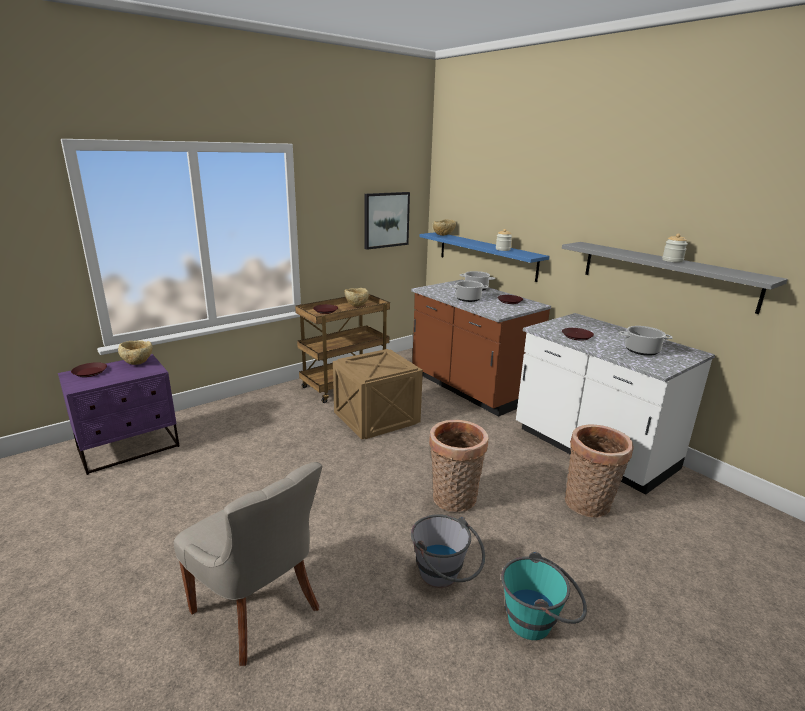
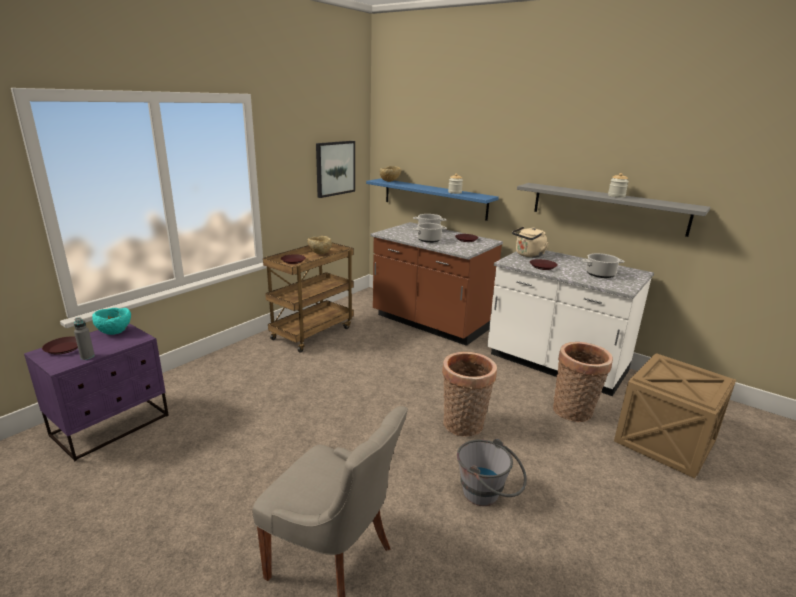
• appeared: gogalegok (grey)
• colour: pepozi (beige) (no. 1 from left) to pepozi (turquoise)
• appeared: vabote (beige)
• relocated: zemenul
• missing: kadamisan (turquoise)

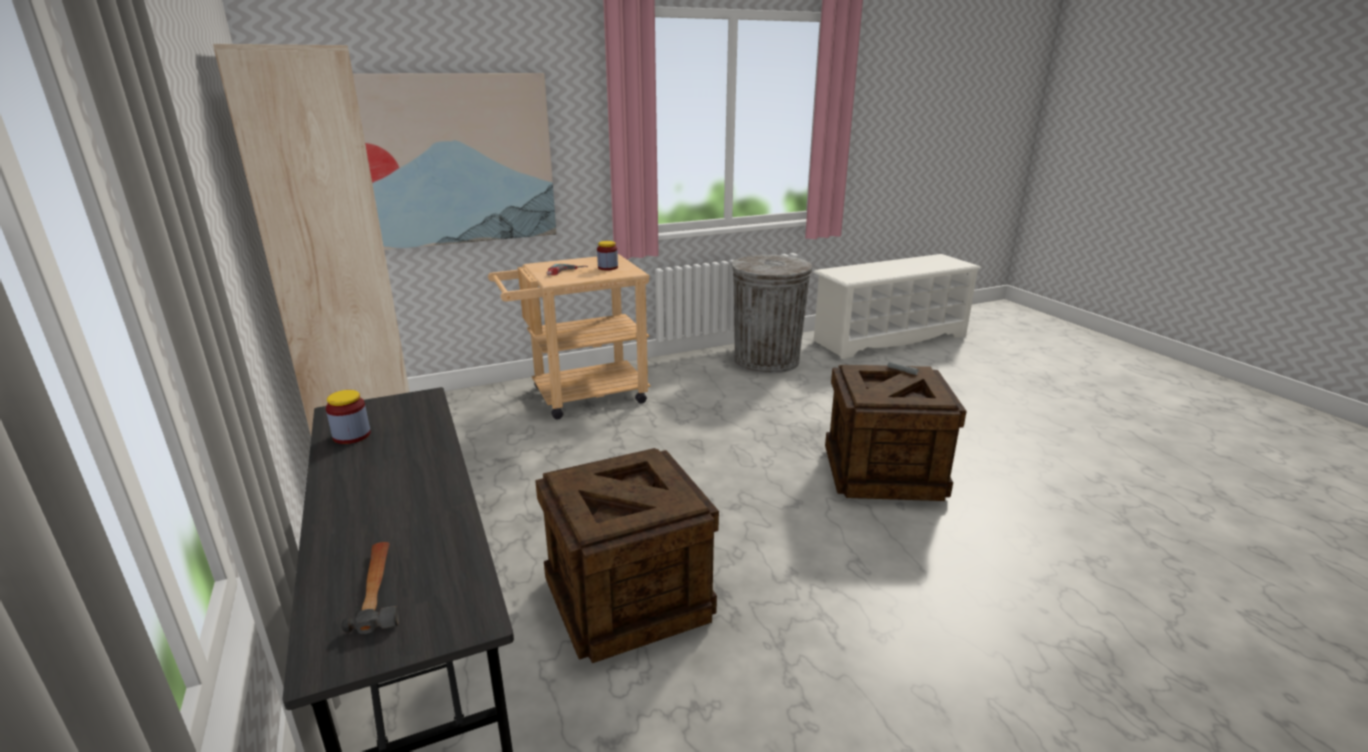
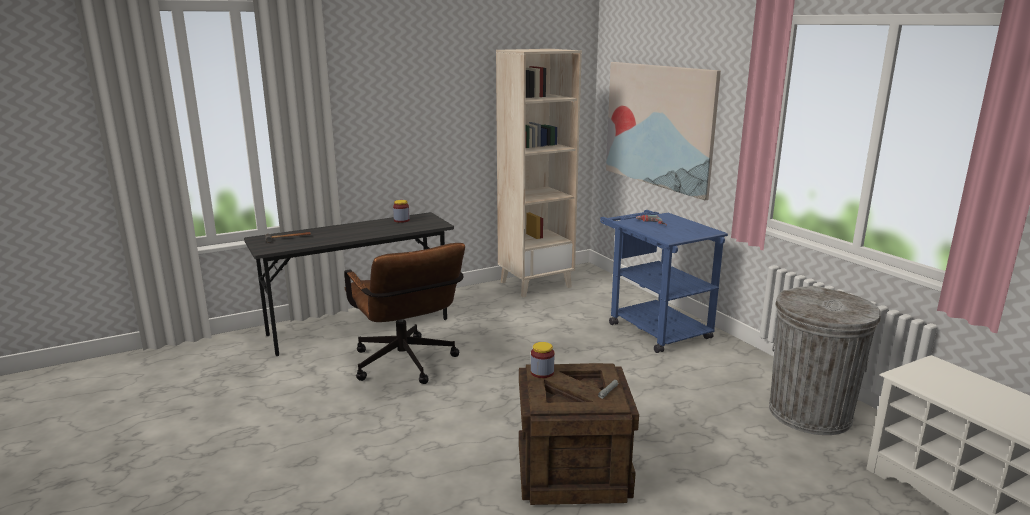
• exchanged: zemenul (no. 1 from left) to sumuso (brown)
• relocated: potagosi (no. 2 from left)
• colour: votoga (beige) to votoga (blue)

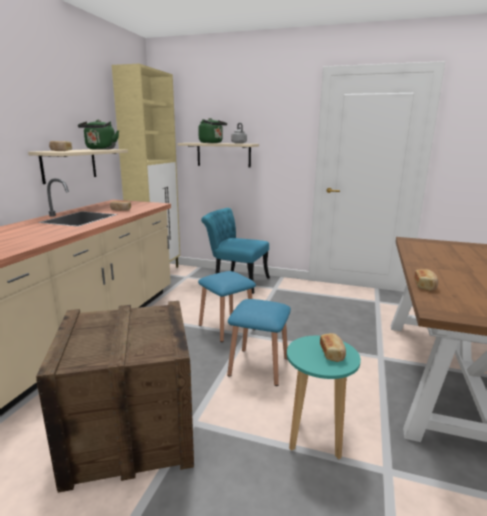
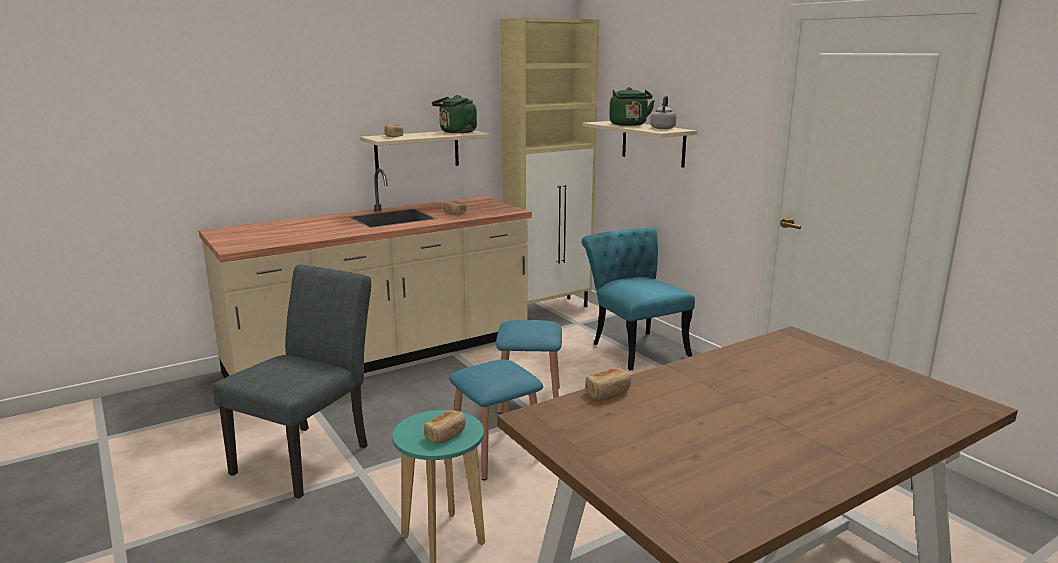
• exchanged: zemenul to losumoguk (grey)

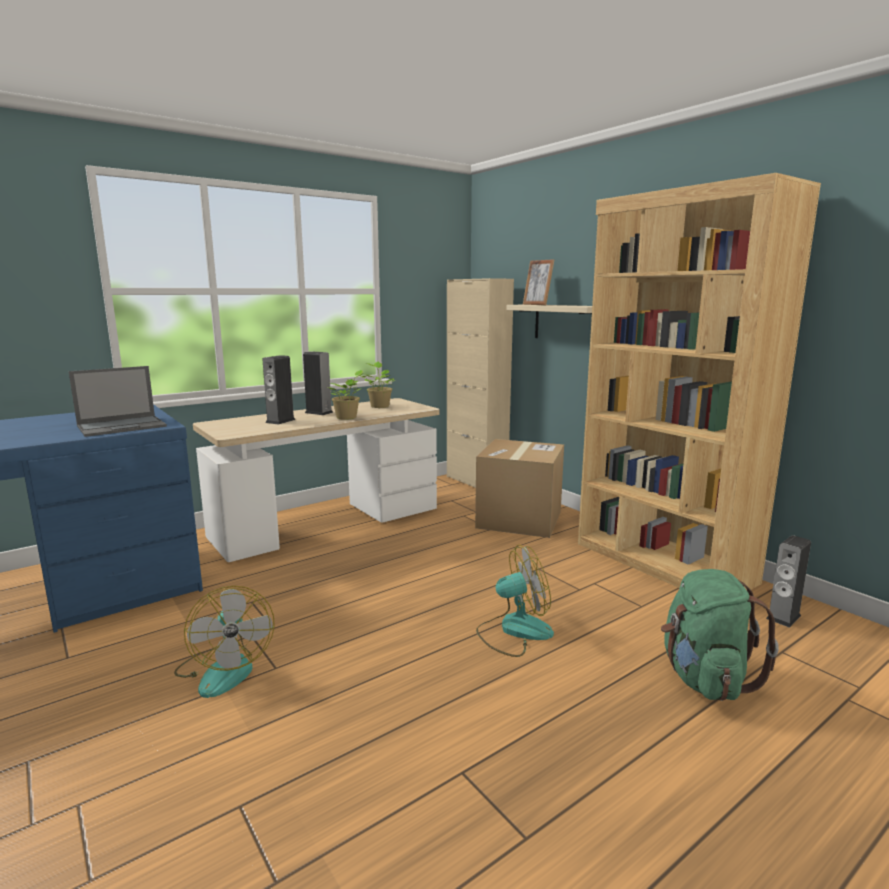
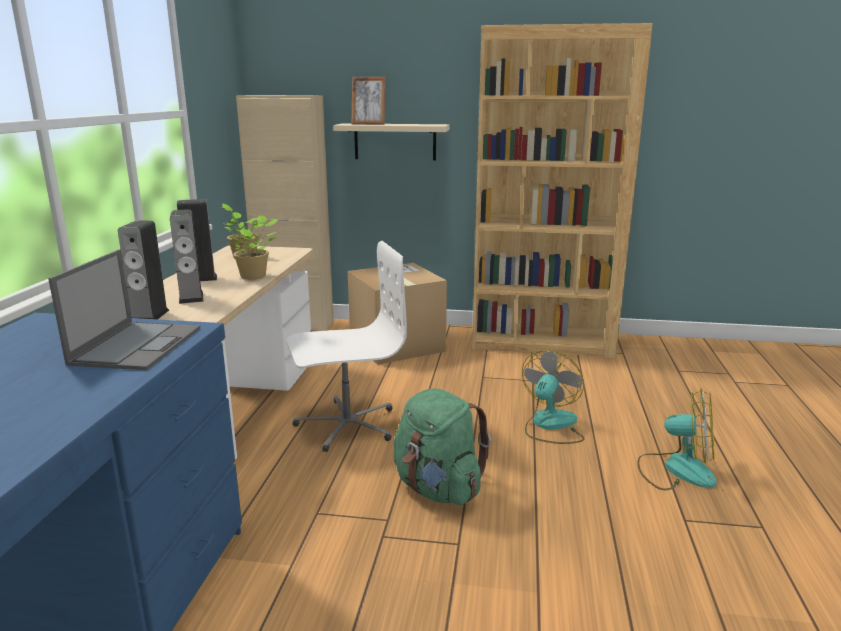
• relocated: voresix (no. 3 from left in the first image) to voresix (no. 1 from left)
• appeared: sumuso (white)
• relocated: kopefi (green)
• relocated: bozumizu (no. 1 from left in the first image) to bozumizu (no. 2 from left)

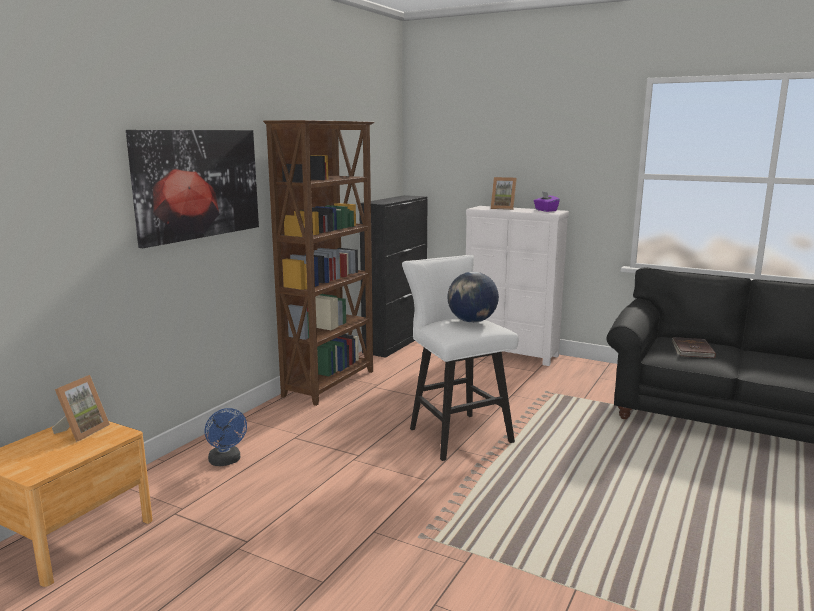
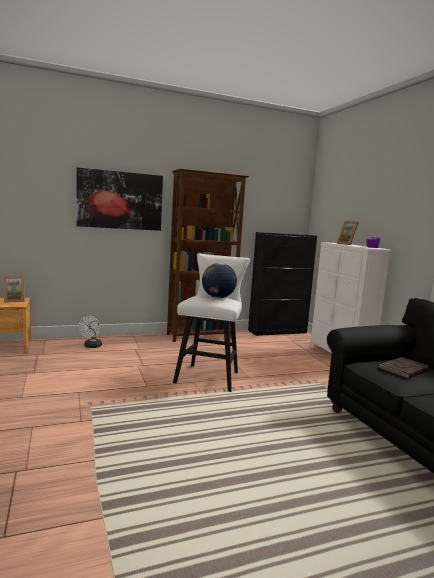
• colour: bozumizu (blue) to bozumizu (white)

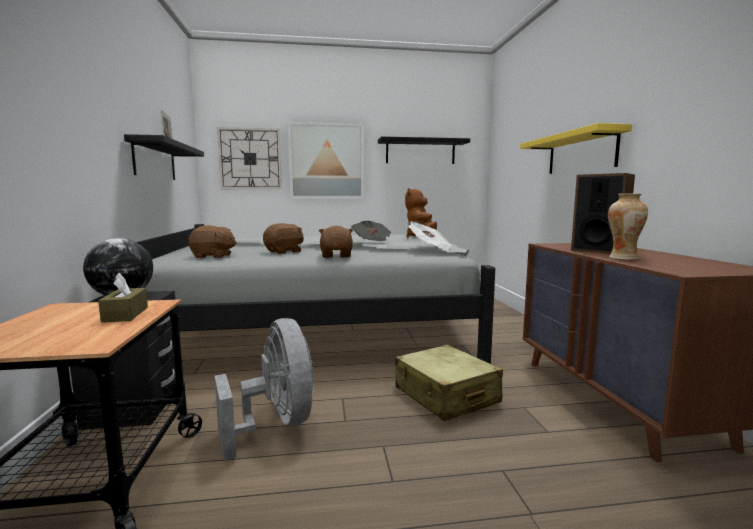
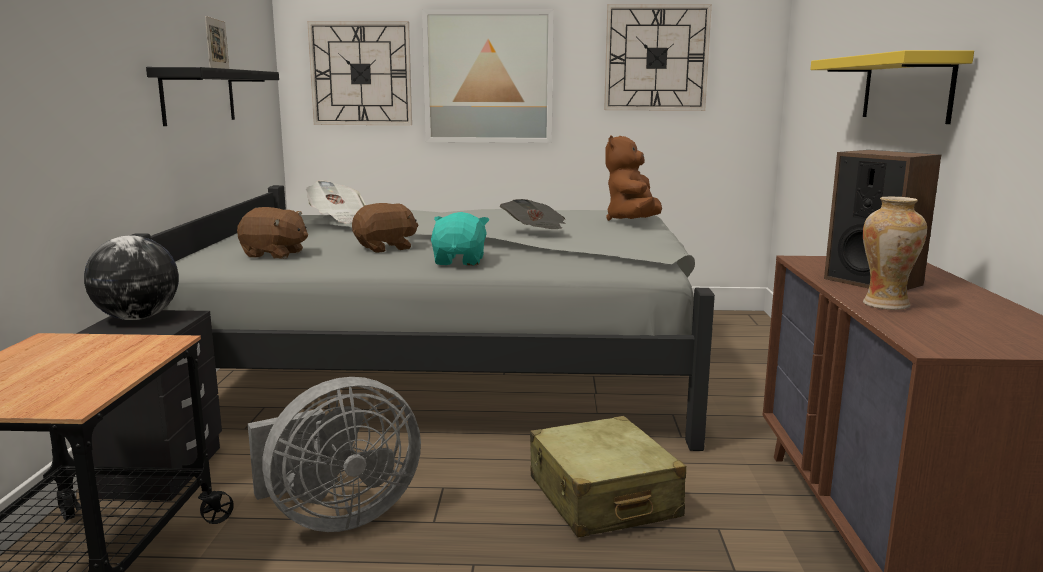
• spun: bozumizu (grey) 75 degrees clockwise
• relocated: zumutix (no. 2 from left in the first image) to zumutix (no. 1 from left)
• colour: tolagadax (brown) (no. 3 from left) to tolagadax (turquoise)
• exchanged: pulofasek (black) (no. 2 from left) to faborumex (no. 2 from left)
• missing: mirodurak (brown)

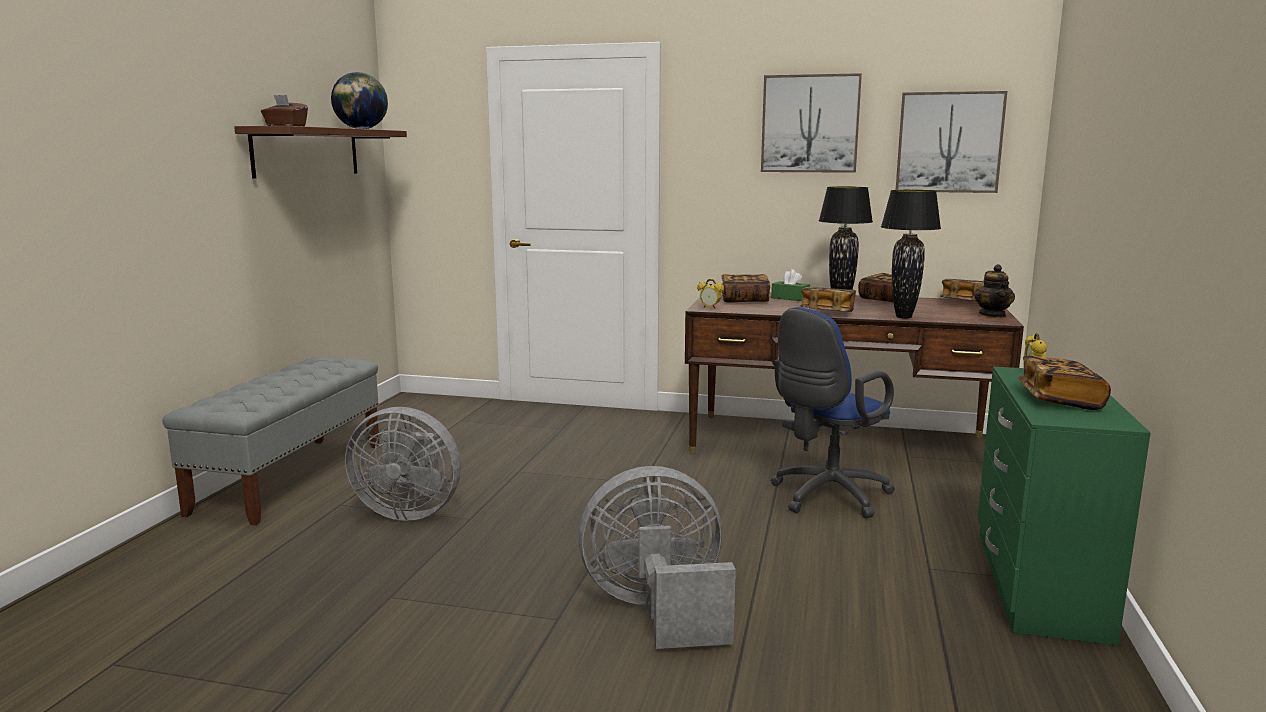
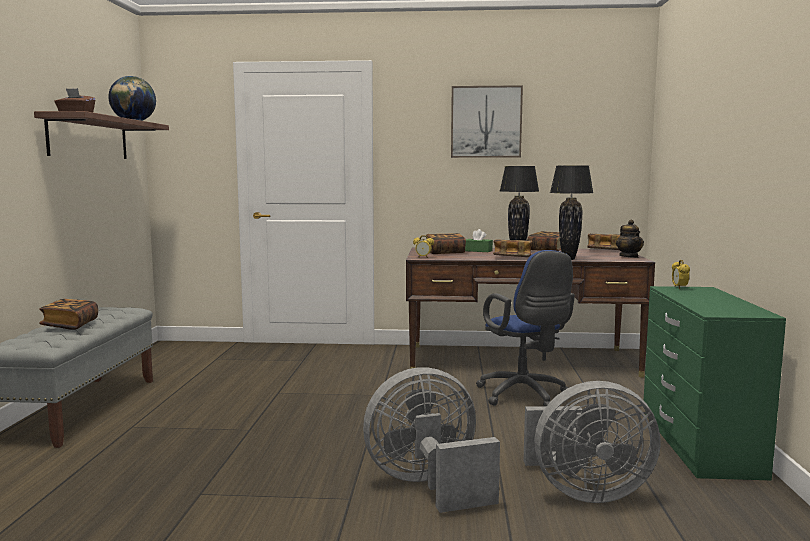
• relocated: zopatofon (no. 5 from left in the first image) to zopatofon (no. 1 from left)
• spun: sumuso (blue) 60 degrees counterclockwise
• relocated: bozumizu (grey) (no. 1 from left in the first image) to bozumizu (grey) (no. 2 from left)
• missing: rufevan (no. 2 from left)

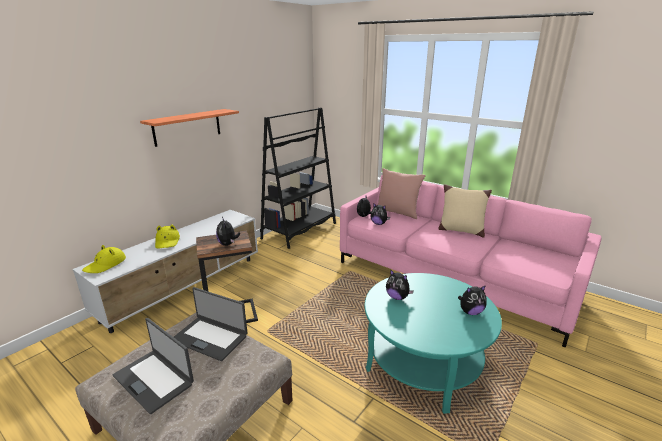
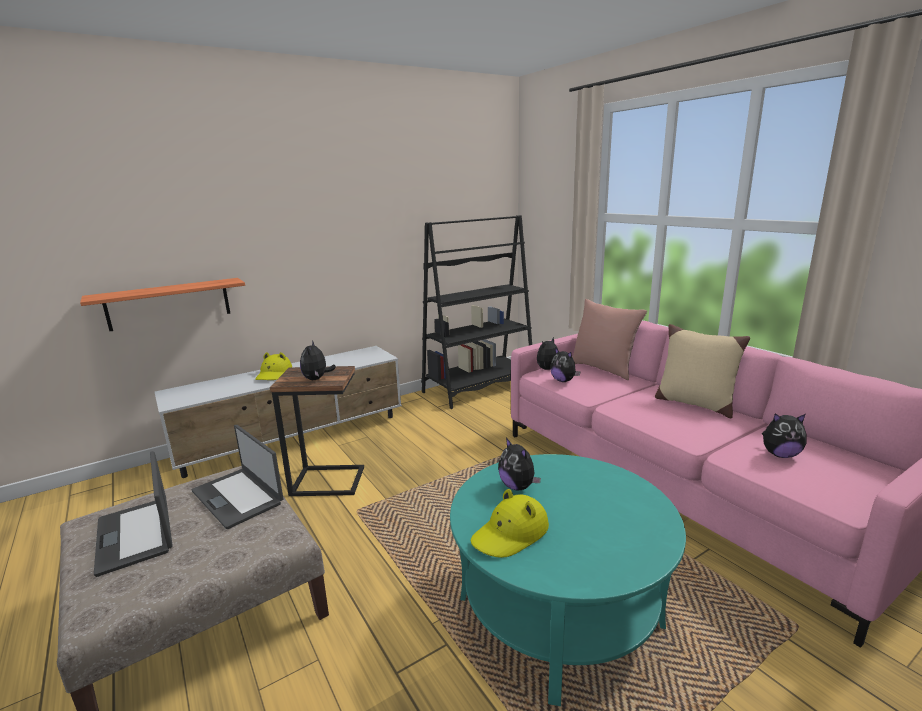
• relocated: pulofasek
• relocated: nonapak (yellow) (no. 1 from left in the first image) to nonapak (yellow) (no. 2 from left)
• relocated: tolagadax (no. 5 from left)

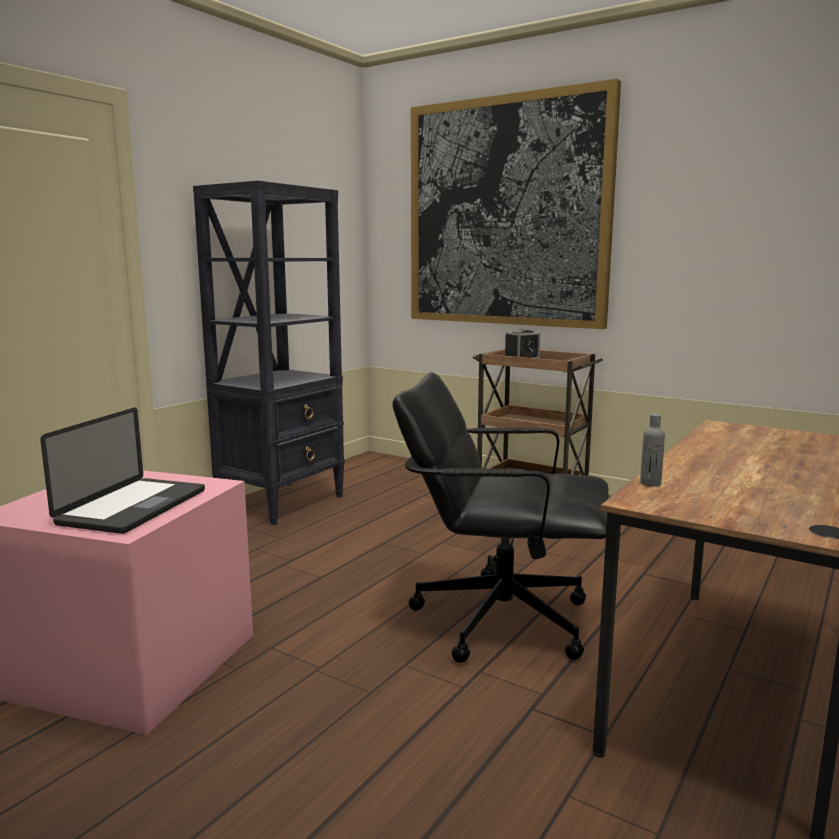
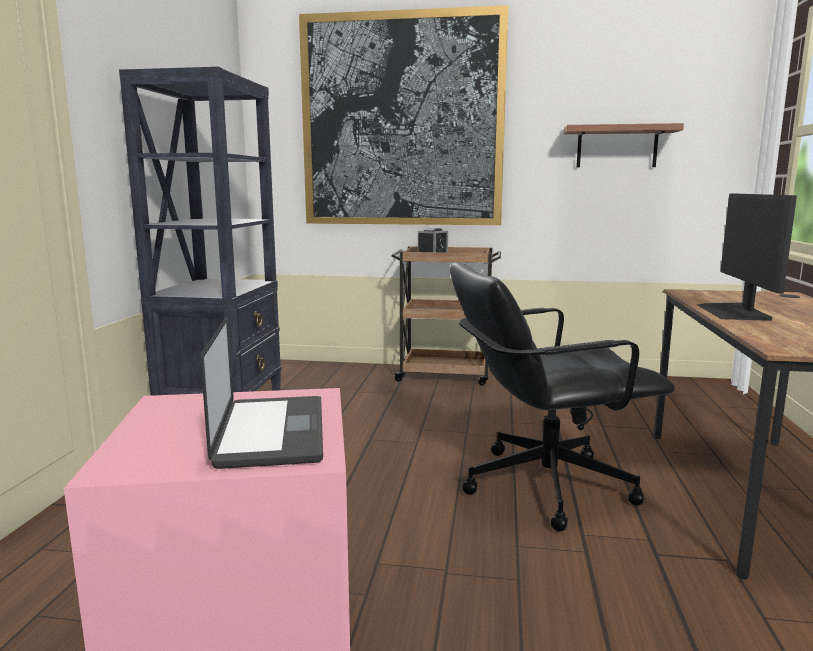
• appeared: pulofasek
• appeared: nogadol
• missing: gogalegok (grey)

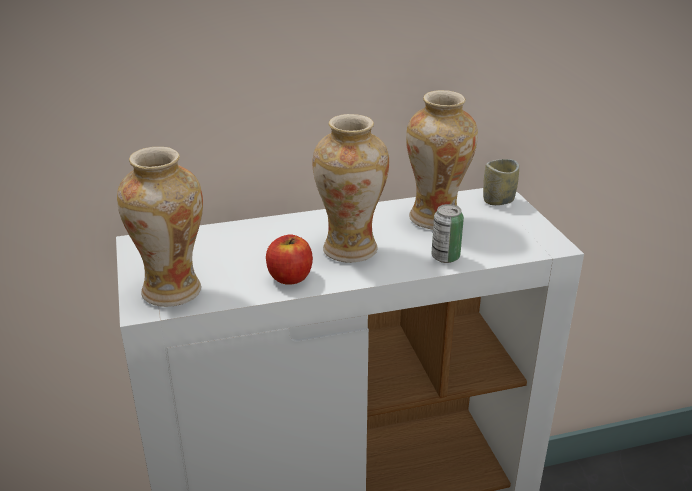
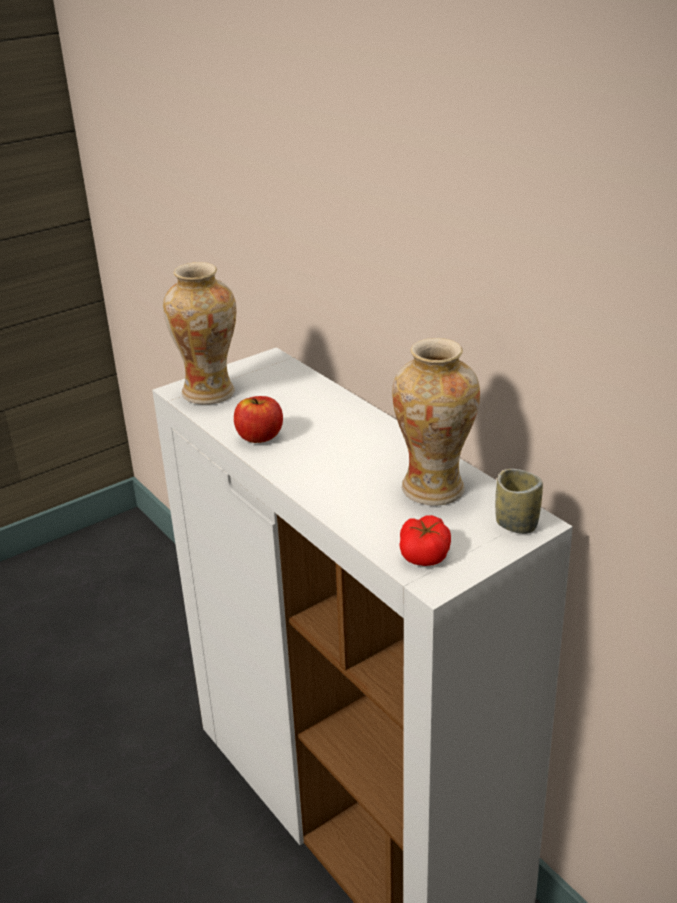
• appeared: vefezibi
• missing: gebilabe (no. 2 from left)
• missing: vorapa

